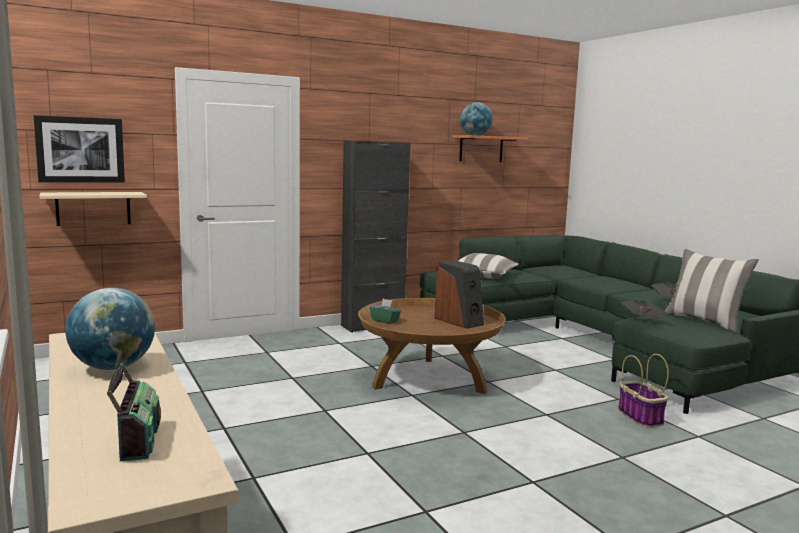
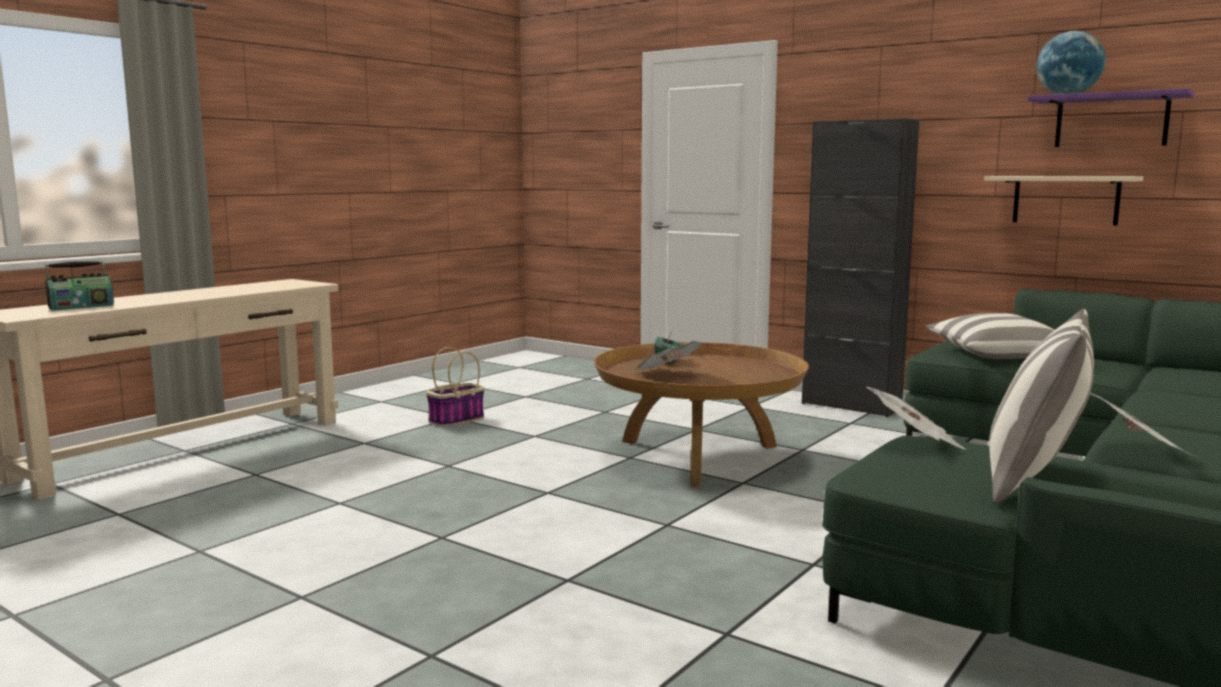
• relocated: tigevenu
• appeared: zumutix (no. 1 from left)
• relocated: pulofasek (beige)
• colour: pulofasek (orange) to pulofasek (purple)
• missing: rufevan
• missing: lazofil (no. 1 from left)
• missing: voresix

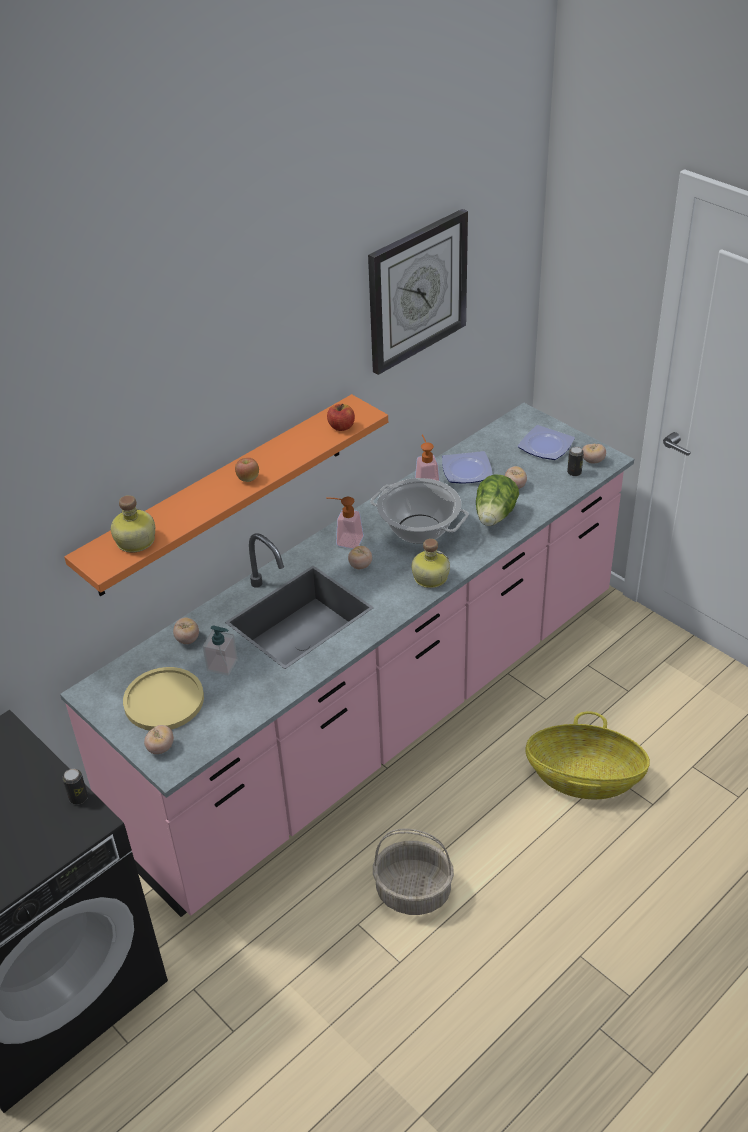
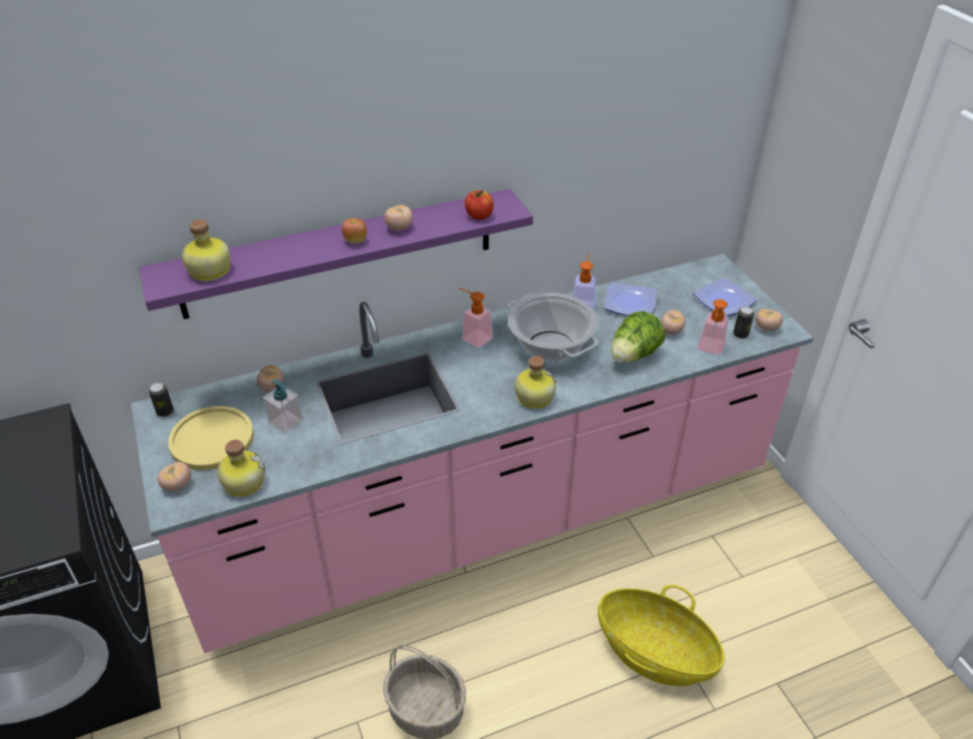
• colour: pulofasek (orange) to pulofasek (purple)
• relocated: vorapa (no. 1 from left)
• appeared: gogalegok (no. 2 from left)
• relocated: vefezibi (no. 3 from left)
• appeared: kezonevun (no. 4 from left)
• missing: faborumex

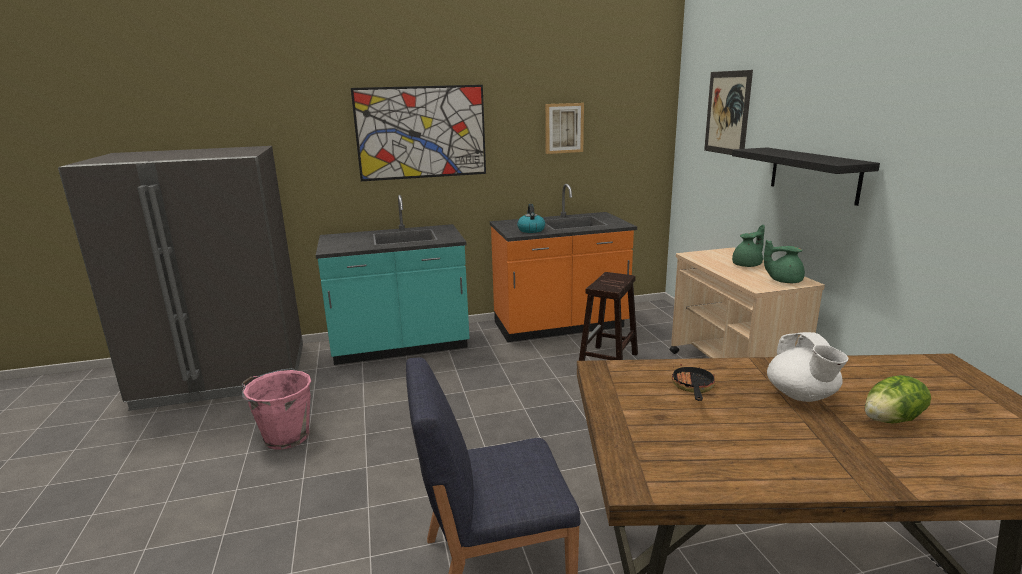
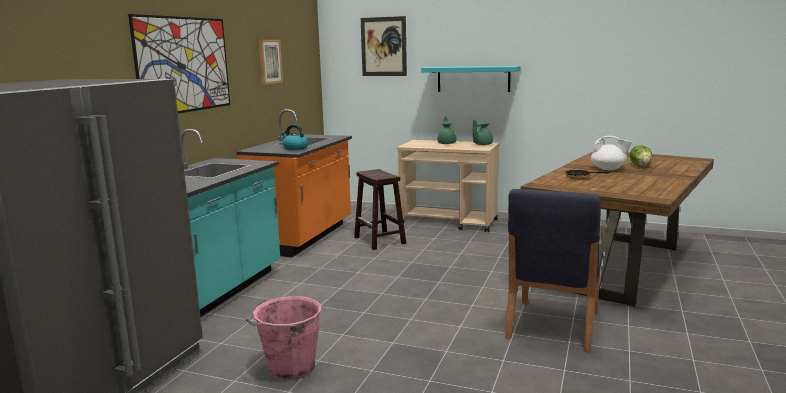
• colour: pulofasek (black) to pulofasek (turquoise)

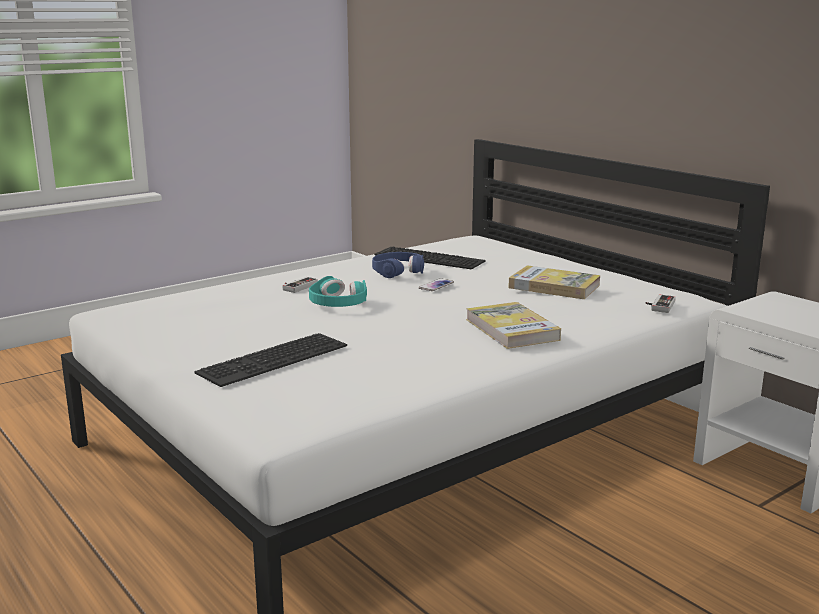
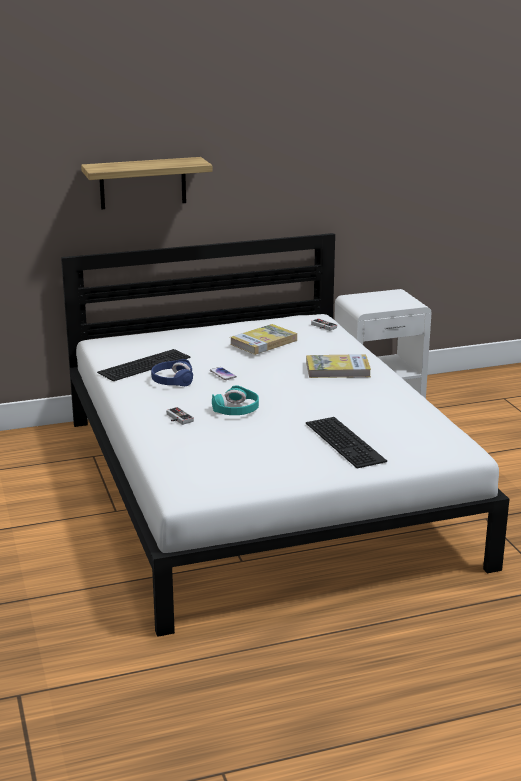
• appeared: pulofasek

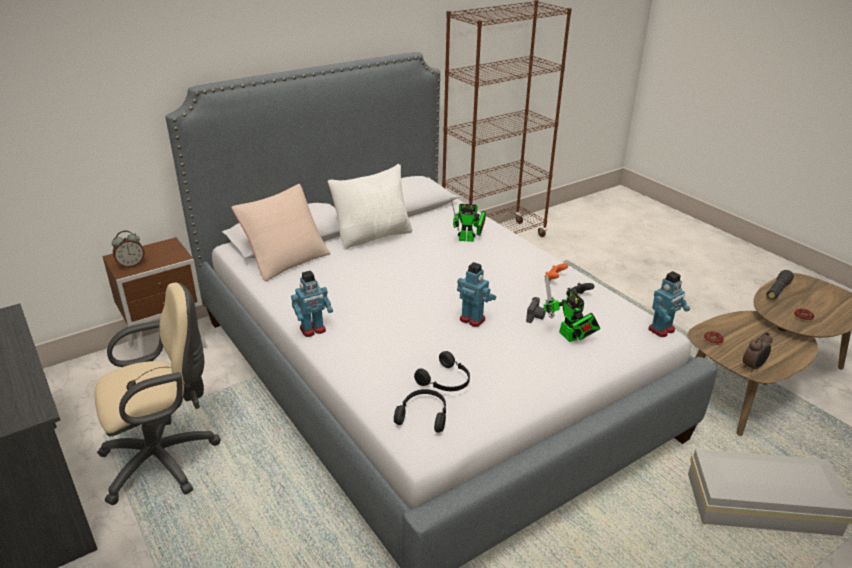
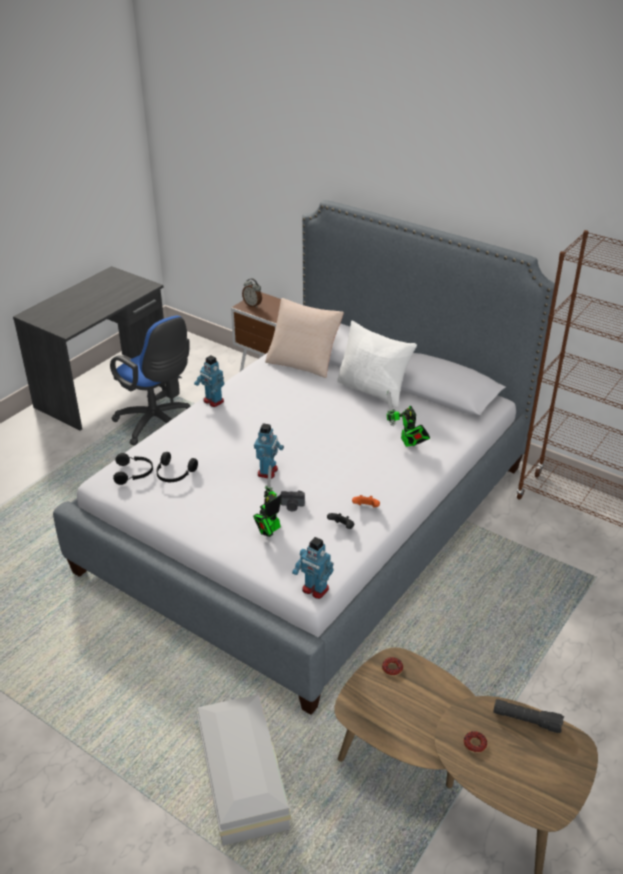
• colour: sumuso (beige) to sumuso (blue)
• missing: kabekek (no. 2 from left)

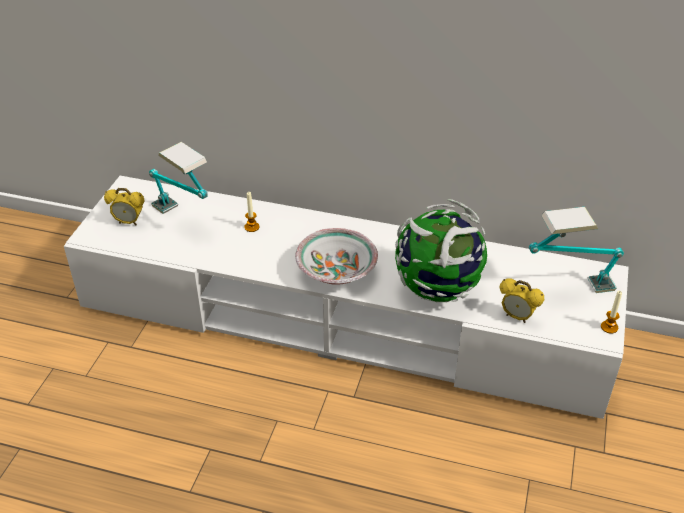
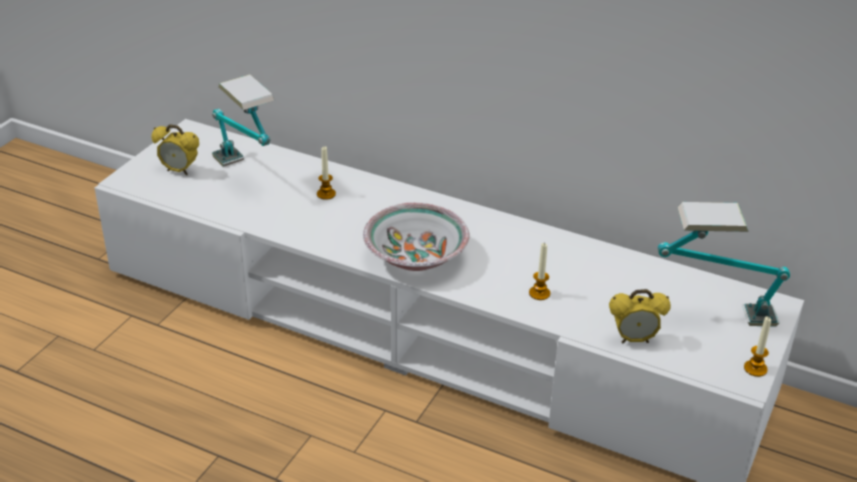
• exchanged: lazofil to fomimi (no. 2 from left)
• spun: kabekek (no. 2 from left) 45 degrees counterclockwise

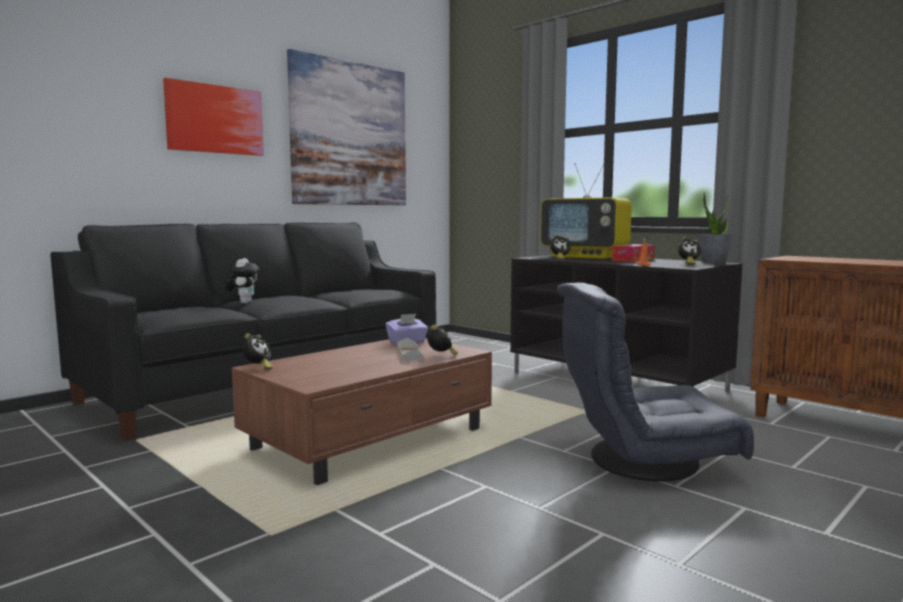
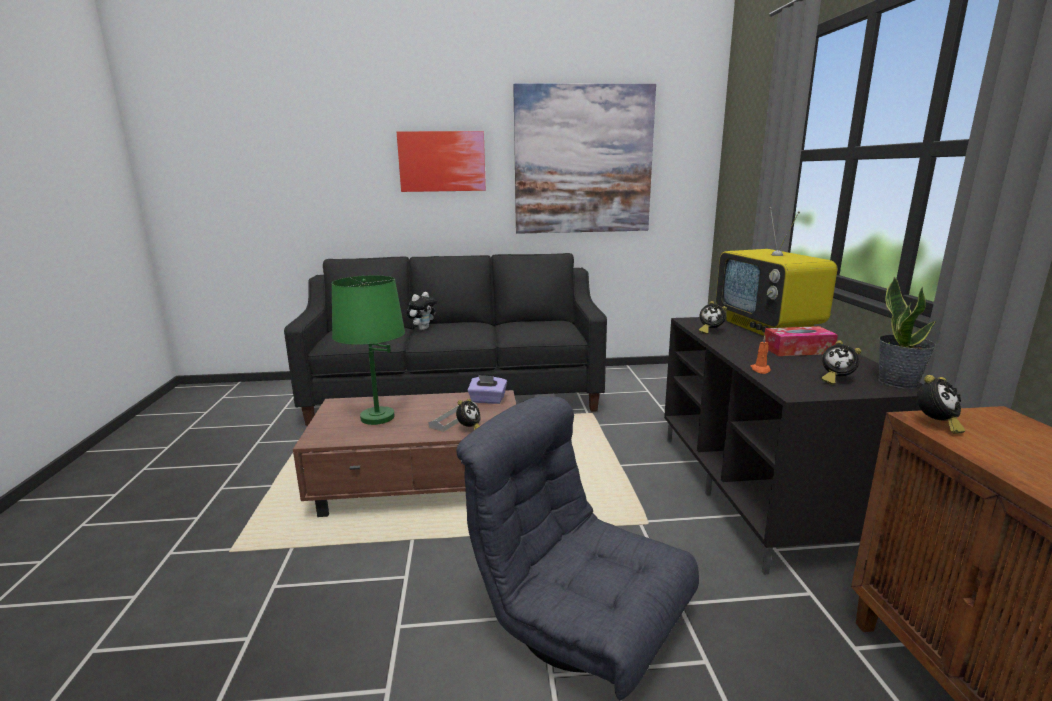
• appeared: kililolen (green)
• relocated: kabekek (no. 1 from left in the first image) to kabekek (no. 4 from left)

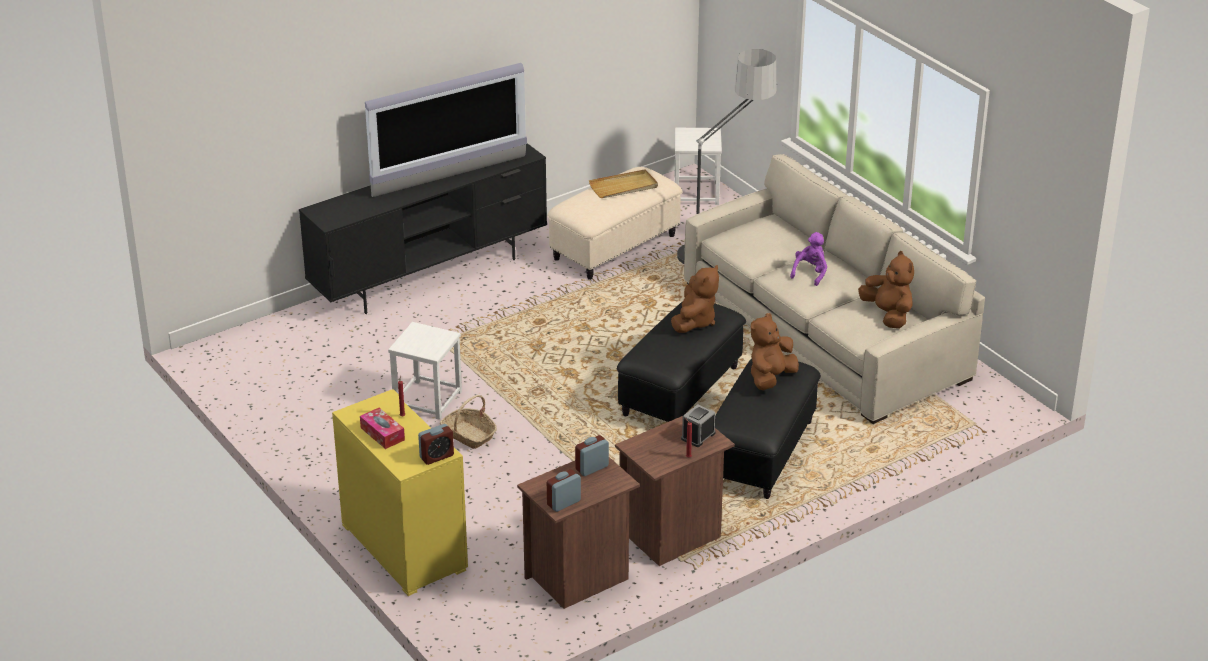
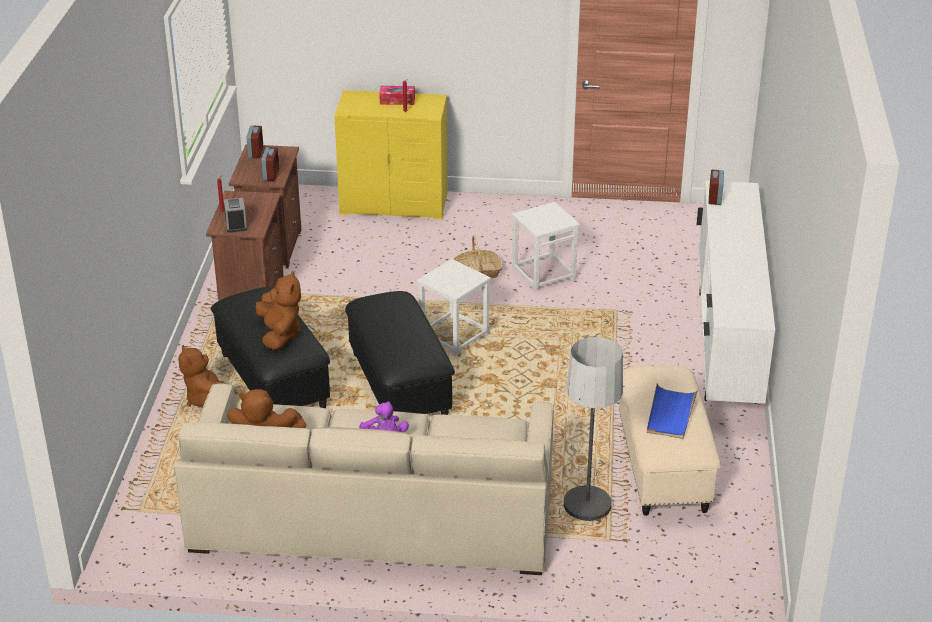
• relocated: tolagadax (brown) (no. 1 from left)
• relocated: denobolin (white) (no. 2 from left in the first image) to denobolin (white) (no. 1 from left)
• colour: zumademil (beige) to zumademil (blue)
• colour: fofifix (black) to fofifix (white)
• relocated: kabekek (no. 1 from left in the first image) to kabekek (no. 4 from left)
• missing: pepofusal

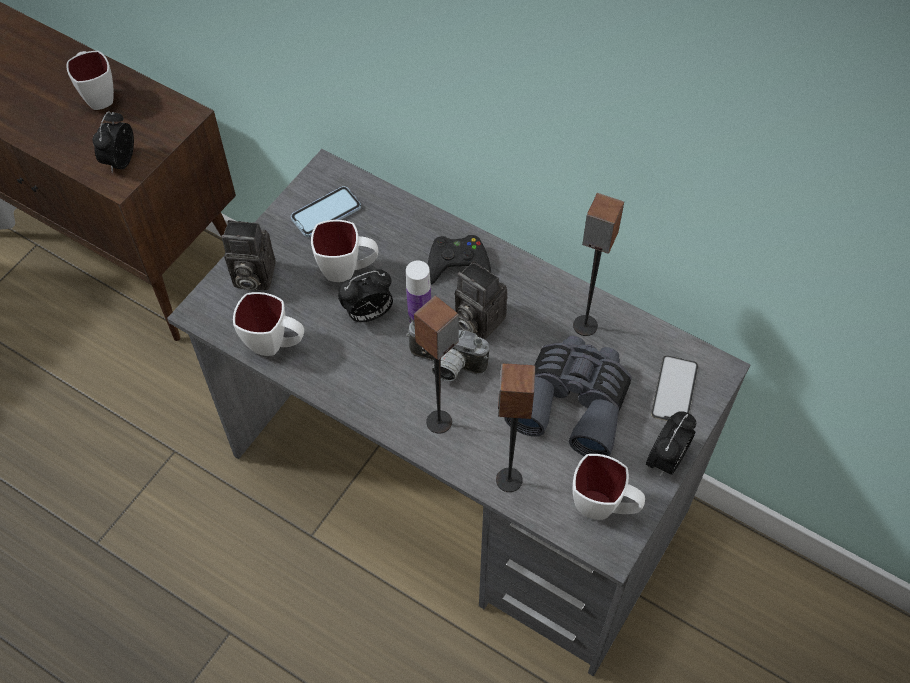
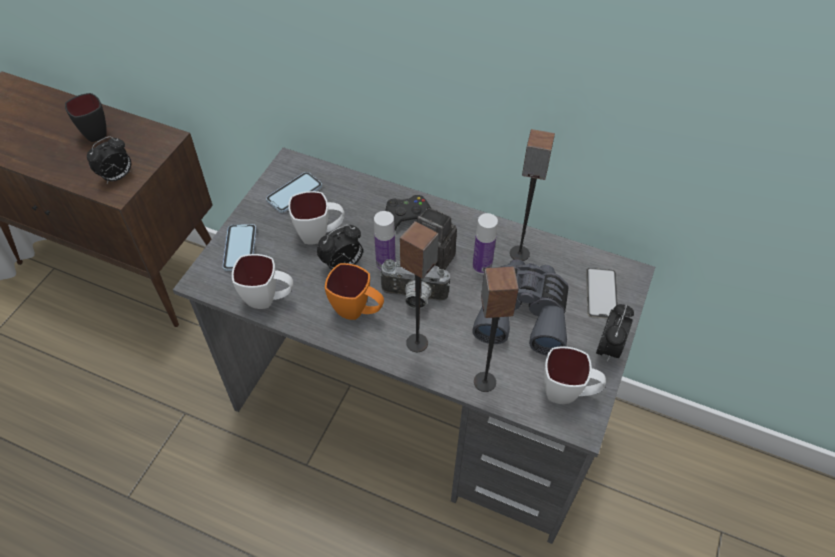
• colour: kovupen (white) (no. 1 from left) to kovupen (black)
• spun: kabekek (no. 1 from left) 135 degrees counterclockwise
• exchanged: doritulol (no. 1 from left) to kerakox (no. 1 from left)
• appeared: kovupen (orange)
• appeared: gogalegok (no. 2 from left)

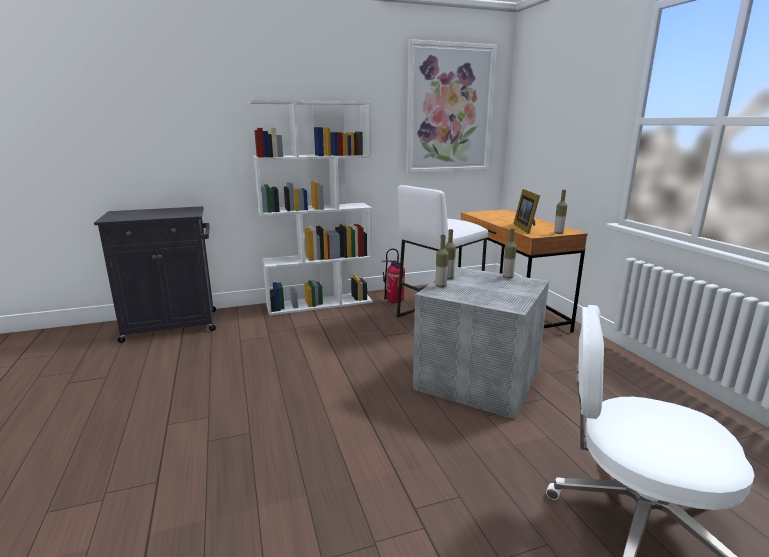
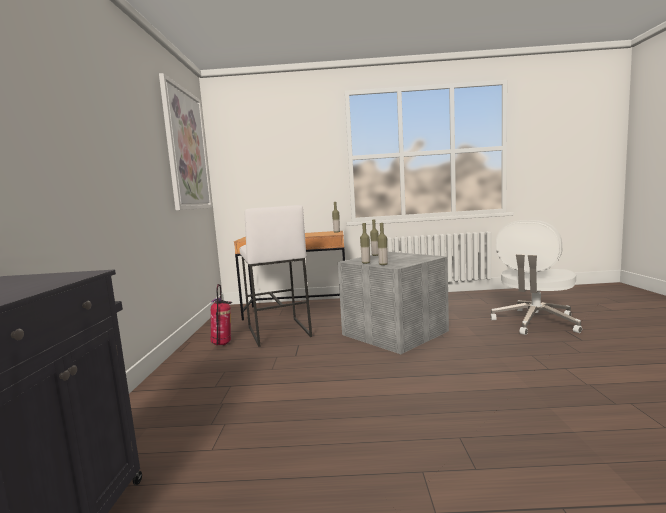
• missing: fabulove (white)
• missing: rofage

